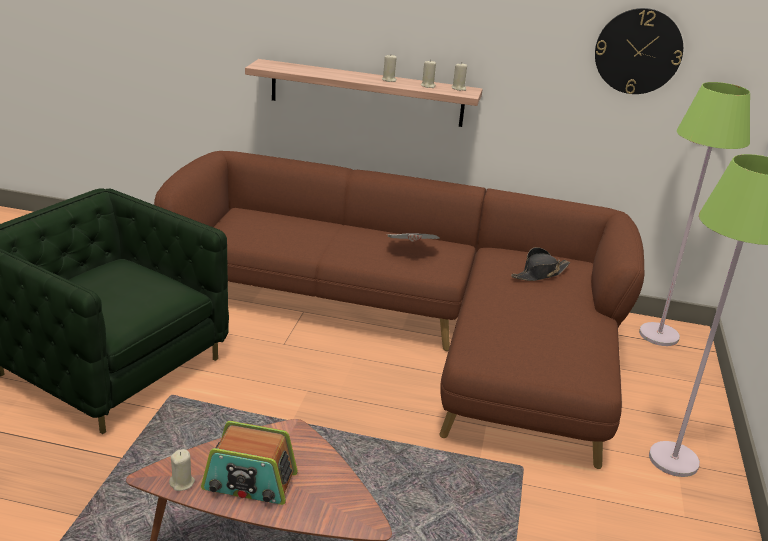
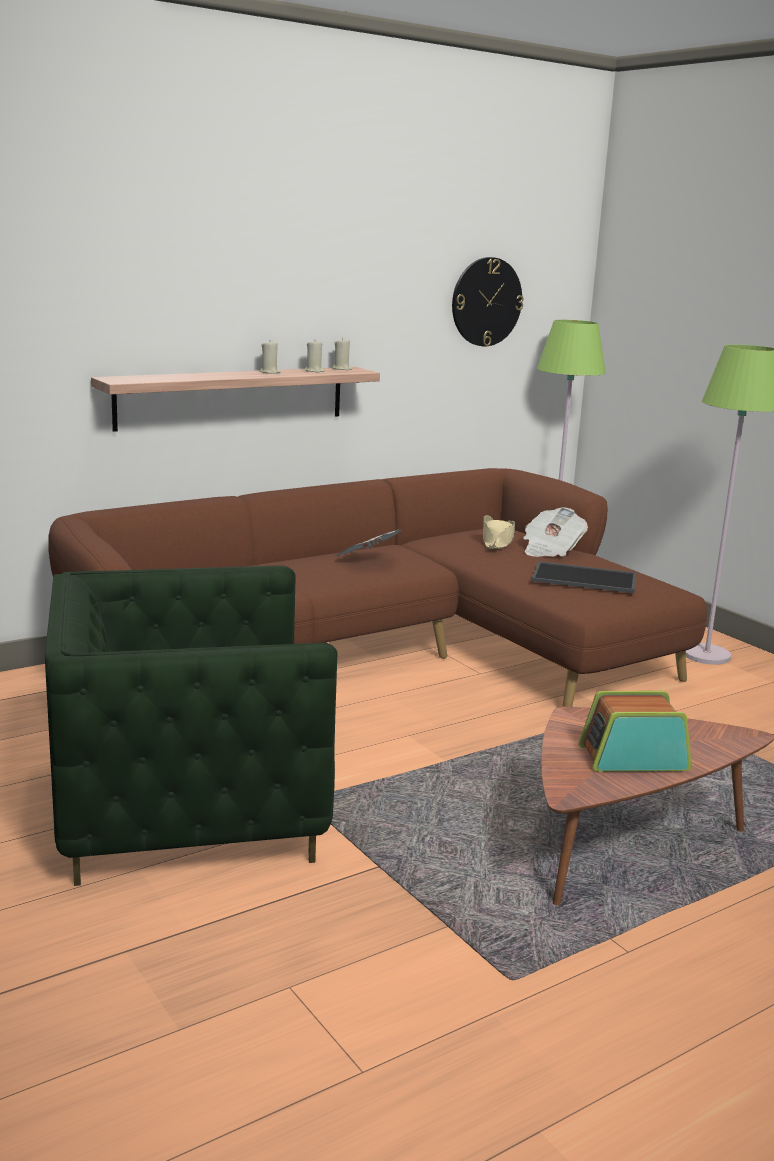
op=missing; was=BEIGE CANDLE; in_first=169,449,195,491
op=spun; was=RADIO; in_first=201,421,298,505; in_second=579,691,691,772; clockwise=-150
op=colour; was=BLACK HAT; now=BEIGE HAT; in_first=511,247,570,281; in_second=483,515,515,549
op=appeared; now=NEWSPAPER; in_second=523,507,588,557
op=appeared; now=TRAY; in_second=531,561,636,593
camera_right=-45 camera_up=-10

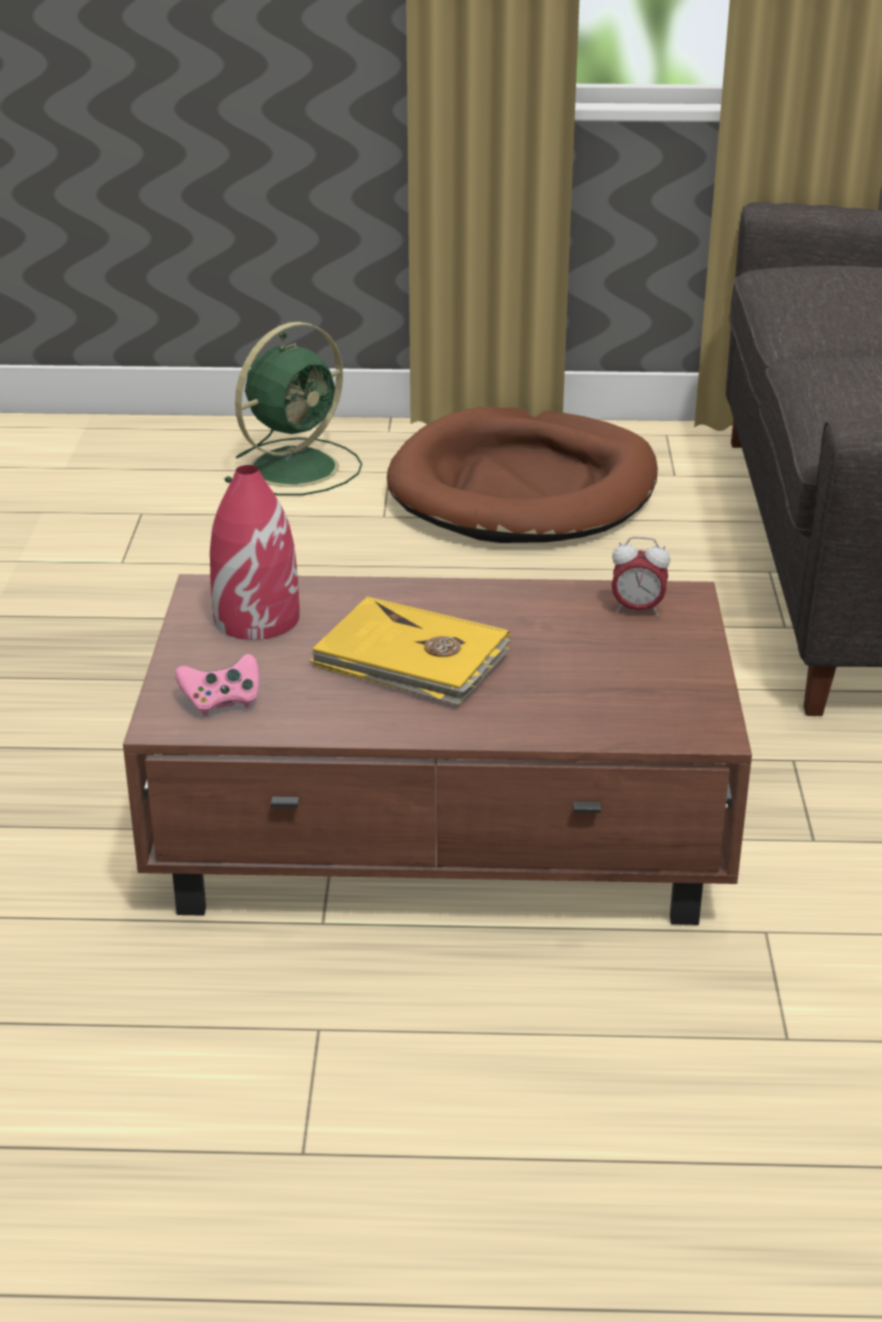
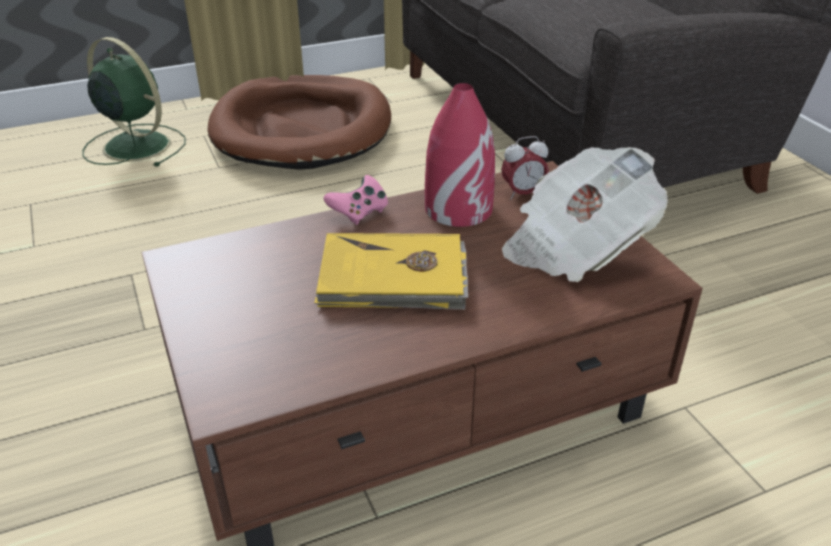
op=relocated; was=PINK GAME CONTROLLER; in_first=175,654,259,716; in_second=323,175,388,225
op=relocated; was=RED VASE; in_first=210,465,299,640; in_second=425,83,495,227
op=spun; was=GREEN FAN; in_first=223,322,362,496; in_second=82,37,186,167; clockwise=-75
op=appeared; now=NEWSPAPER; in_second=502,147,668,282
camera_right=-25 camera_up=5

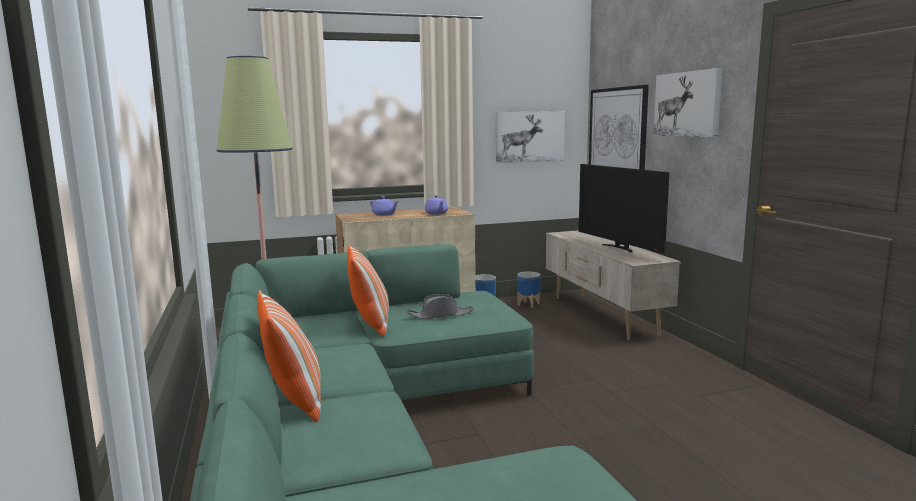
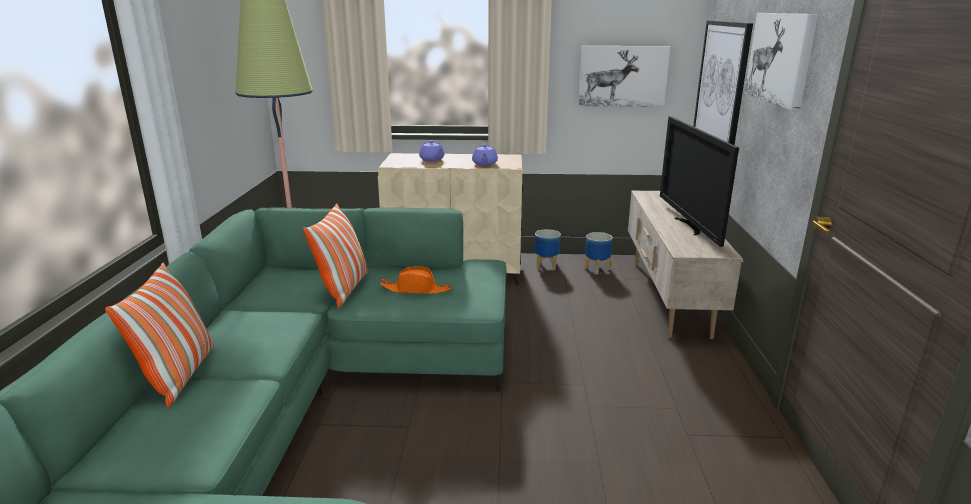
op=colour; was=GREY HAT; now=ORANGE HAT; in_first=407,294,473,319; in_second=380,266,452,294
camera_right=20 camera_up=10

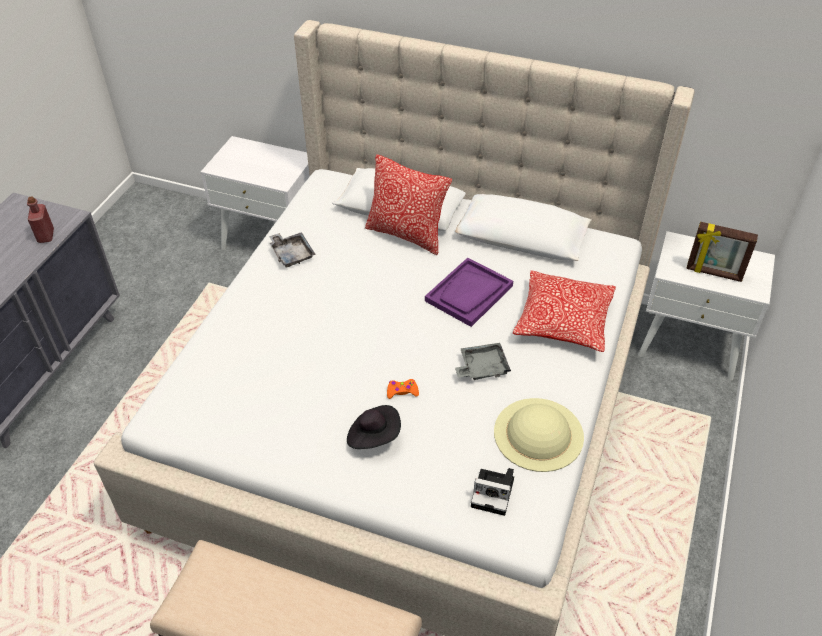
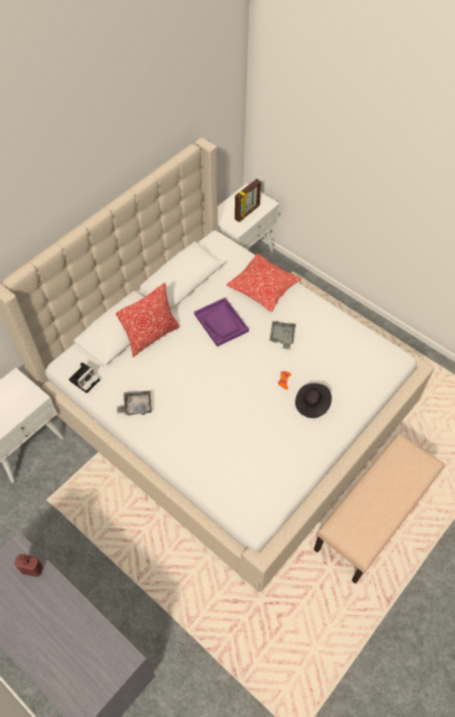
op=relocated; was=PHOTO CAMERA; in_first=471,468,514,516; in_second=69,362,100,393
op=missing; was=BEIGE HAT; in_first=494,398,584,472
camera_right=-70 camera_up=10

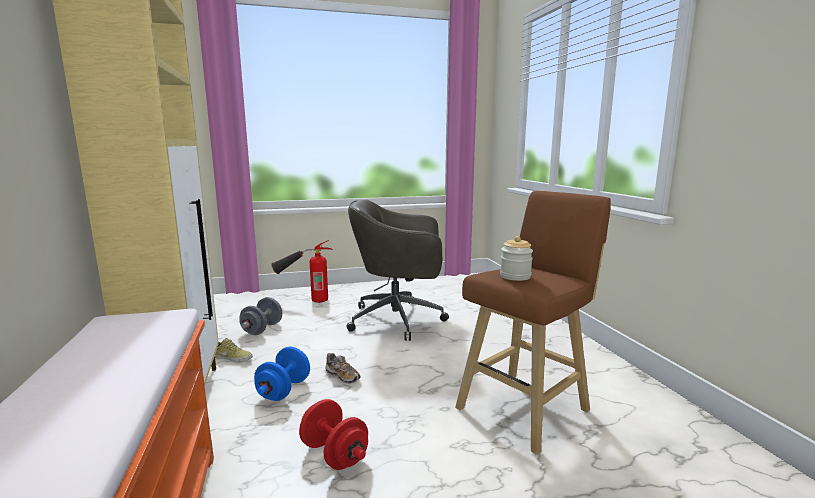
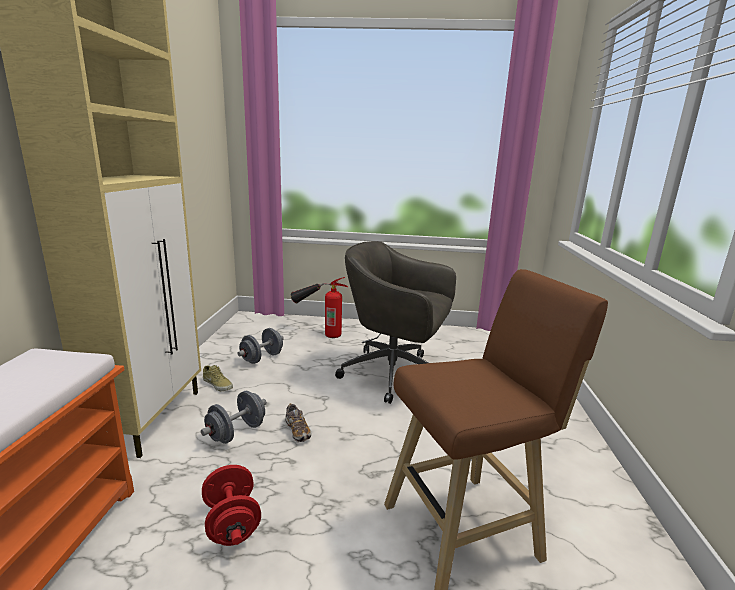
op=colour; was=BLUE DUMBBELL; now=GREY DUMBBELL; in_first=254,347,310,401; in_second=201,391,267,444
op=missing; was=JAR; in_first=500,236,533,281
camera_right=20 camera_up=5

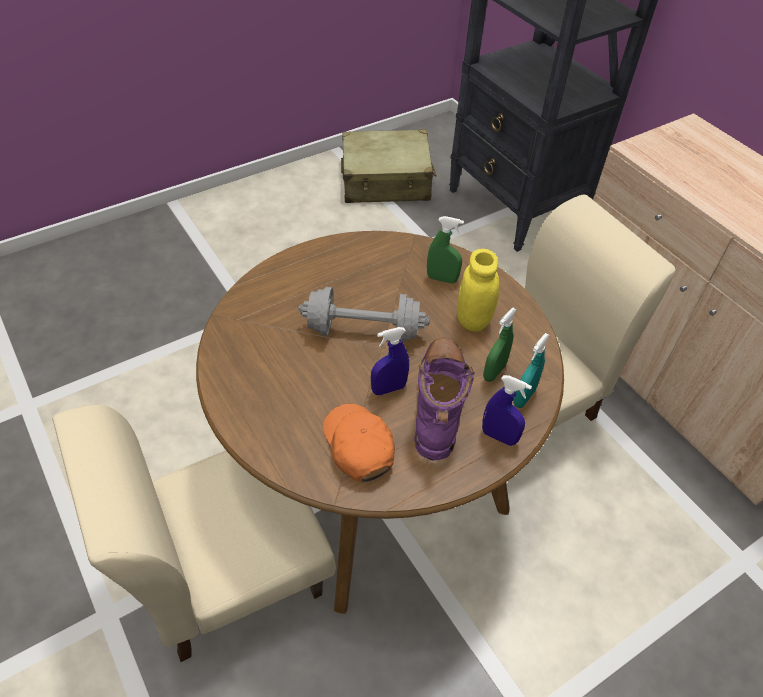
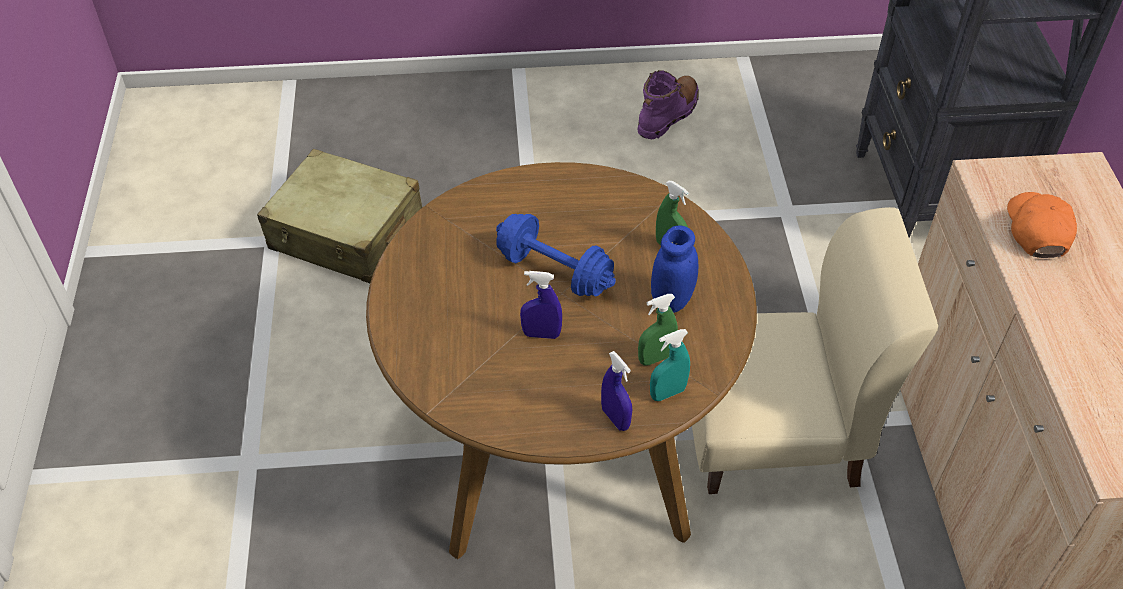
op=missing; was=BEIGE CHAIR; in_first=52,405,336,662
op=colour; was=GREY DUMBBELL; now=BLUE DUMBBELL; in_first=298,287,430,341; in_second=496,214,616,297
op=relocated; was=ORANGE CAP; in_first=323,404,395,482; in_second=1007,192,1077,258
op=relocated; was=BEIGE SUITCASE; in_first=341,129,437,203; in_second=257,149,423,283
op=relocated; was=PURPLE BOOT; in_first=414,337,475,460; in_second=638,70,699,139
op=colour; was=YELLOW JAR; now=BLUE JAR; in_first=457,249,500,332; in_second=651,225,699,313
camera_right=30 camera_up=0

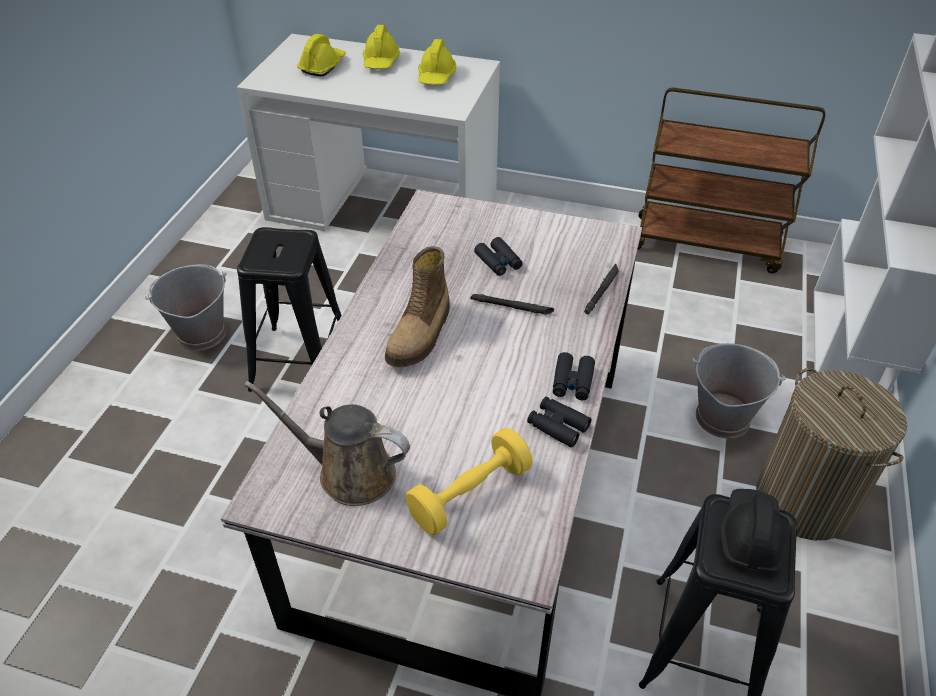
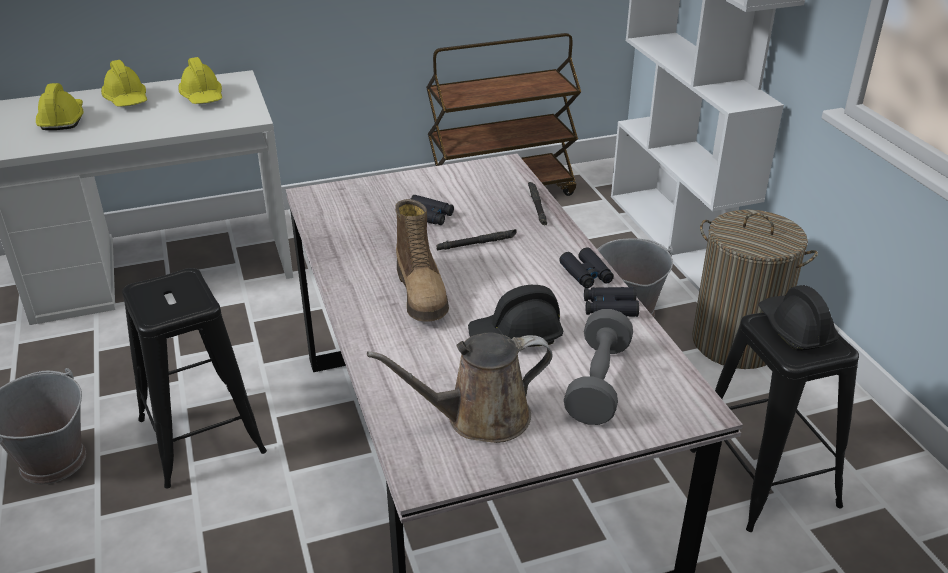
op=colour; was=YELLOW DUMBBELL; now=GREY DUMBBELL; in_first=406,428,532,535; in_second=564,309,633,425
op=appeared; now=BLACK HARD HAT; in_second=468,285,563,347
camera_right=-35 camera_up=-10

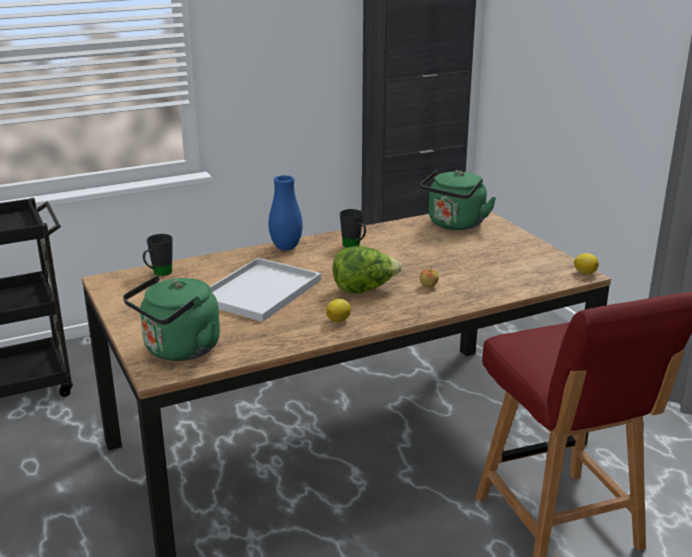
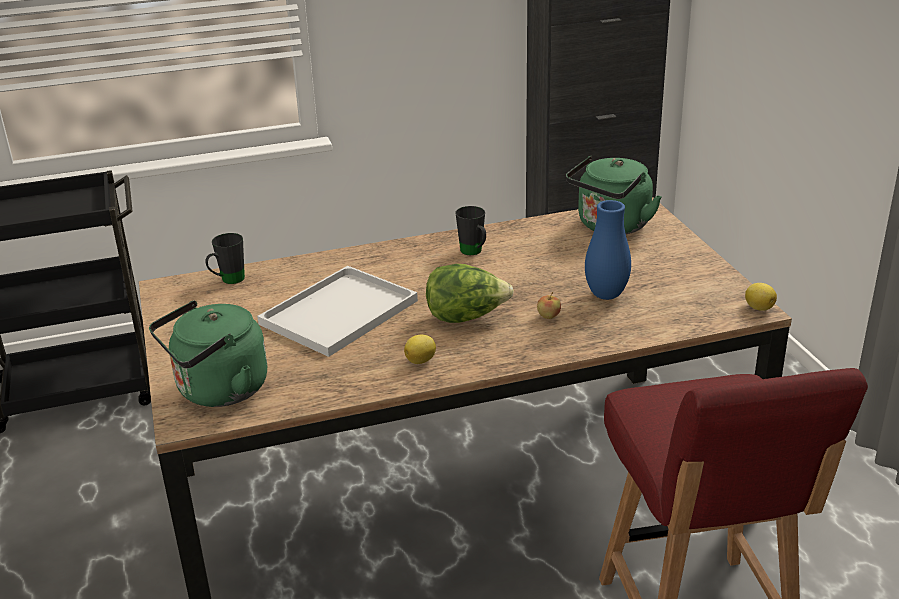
op=relocated; was=BLUE VASE; in_first=268,175,303,251; in_second=585,200,631,300
camera_right=10 camera_up=5

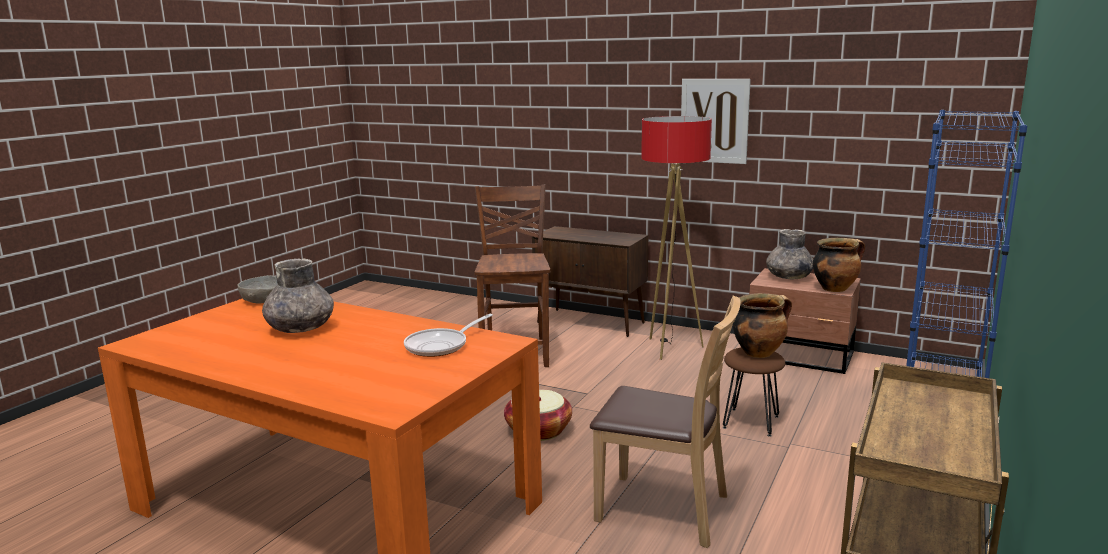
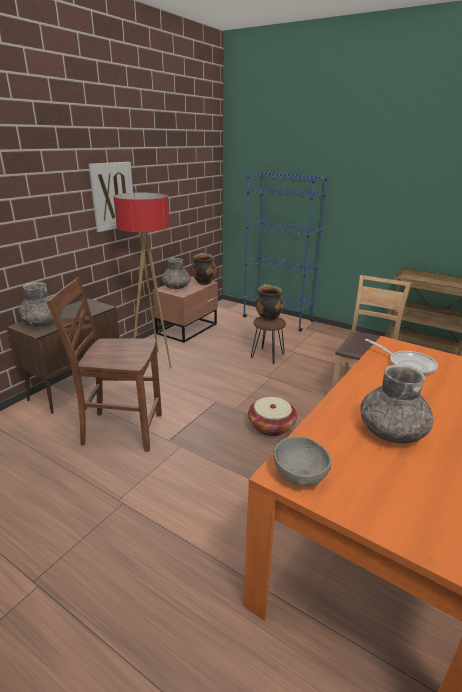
op=appeared; now=GREY VASE; in_second=18,282,62,327
camera_right=-85 camera_up=10

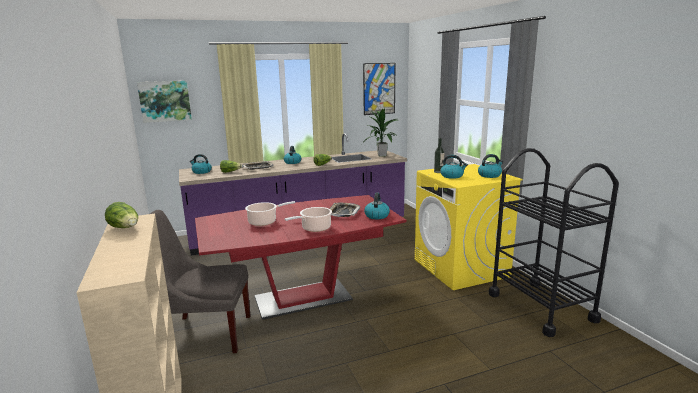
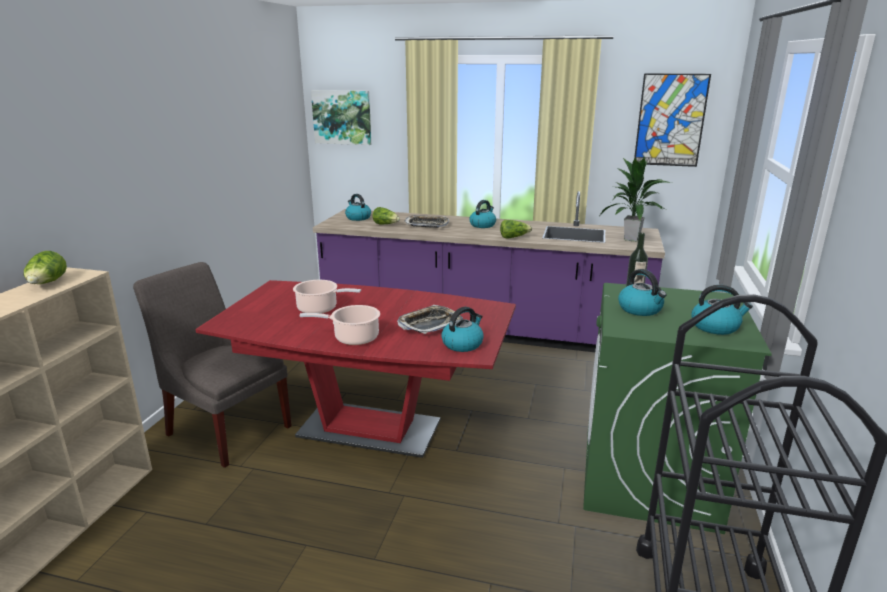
op=colour; was=YELLOW WASHING MACHINE; now=GREEN WASHING MACHINE; in_first=415,164,523,290; in_second=583,283,772,534
camera_right=35 camera_up=5

